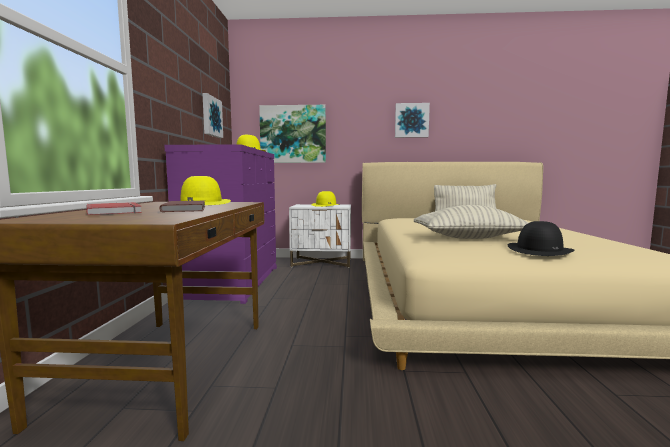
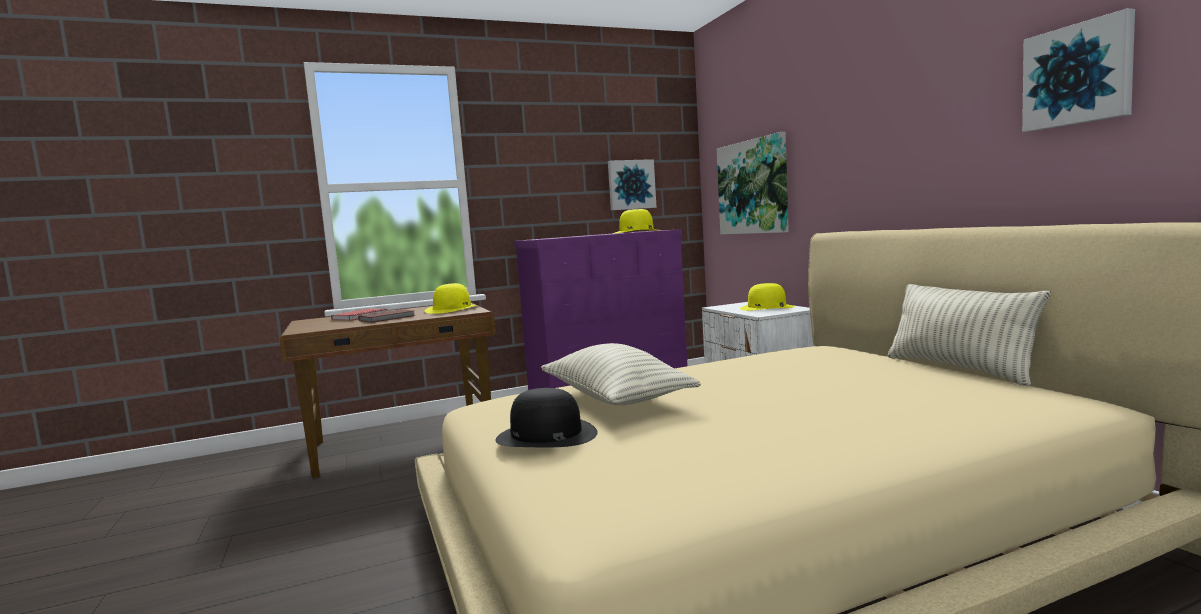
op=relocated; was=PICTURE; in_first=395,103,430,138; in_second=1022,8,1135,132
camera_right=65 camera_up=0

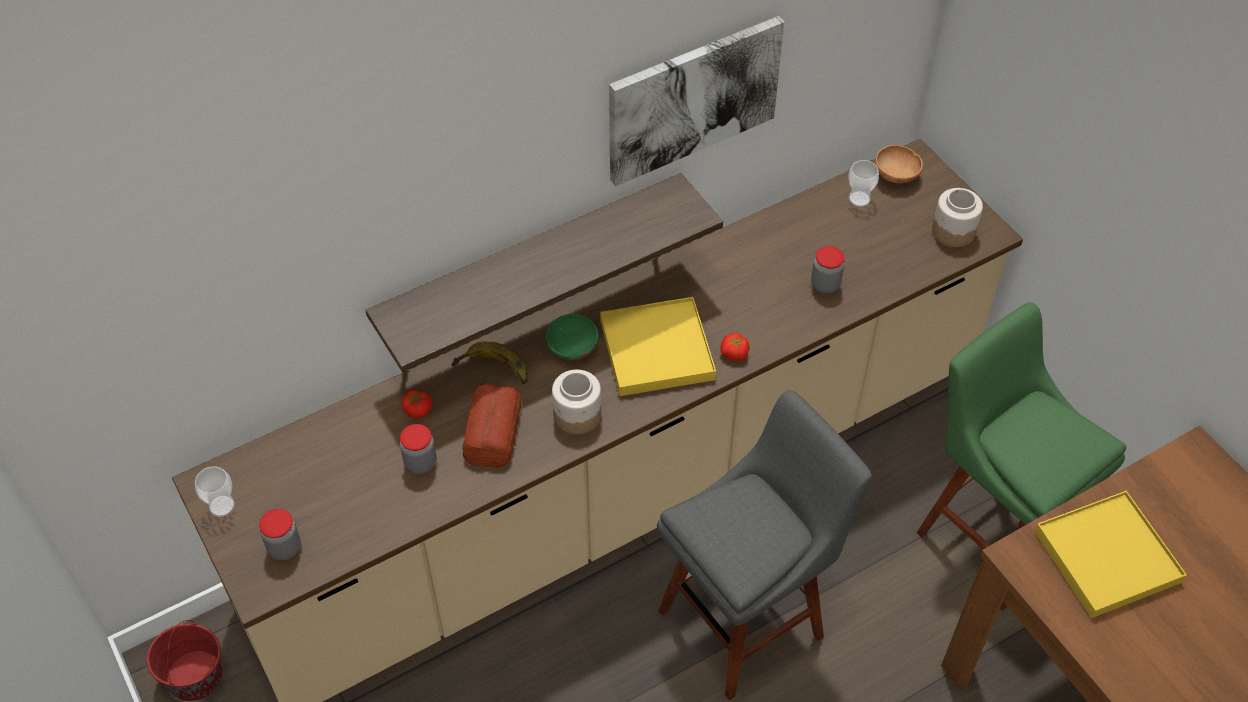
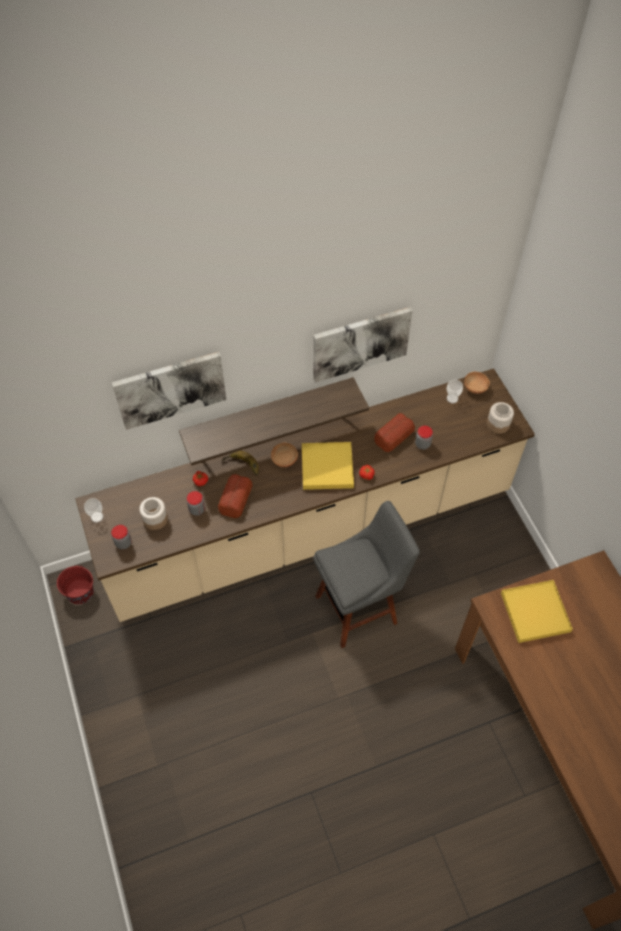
op=colour; was=GREEN BOWL; now=BROWN BOWL; in_first=546,314,599,360; in_second=271,443,298,467
op=relocated; was=JAR; in_first=552,370,601,434; in_second=139,497,168,530
op=missing; was=GREEN STOOL; in_first=917,302,1126,611
op=appeared; now=PICTURE; in_second=112,352,226,430
op=appeared; now=BREAD; in_second=374,413,415,452
camera_right=10 camera_up=5

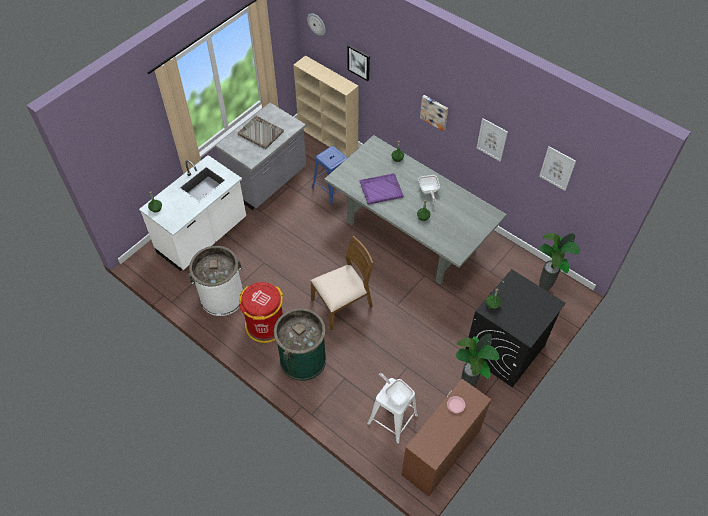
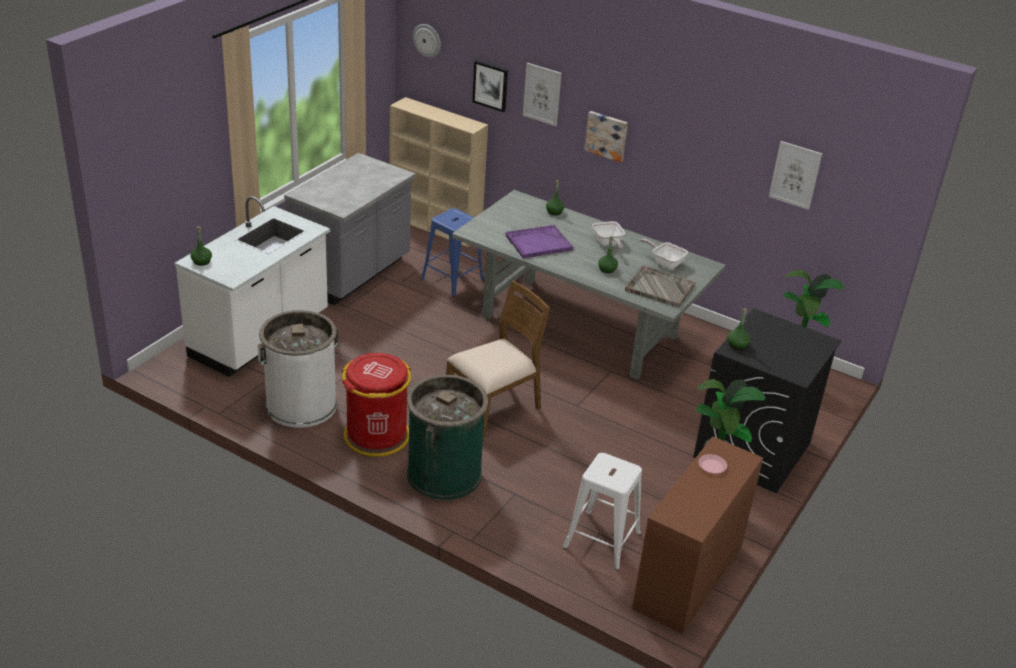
op=relocated; was=GREY TRAY; in_first=238,116,284,149; in_second=625,265,695,307
op=relocated; was=FRYING PAN; in_first=379,373,413,405; in_second=640,238,688,269
op=relocated; was=PICTURE; in_first=477,118,508,162; in_second=523,63,562,126
camera_right=-10 camera_up=-20

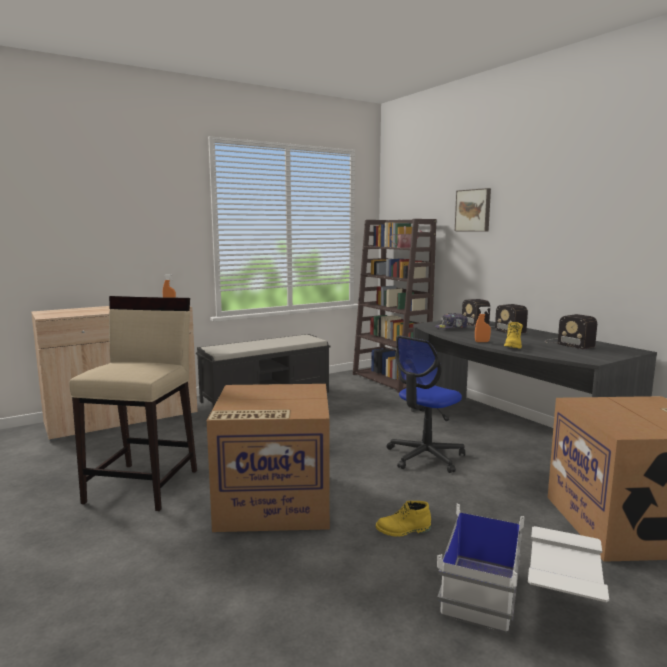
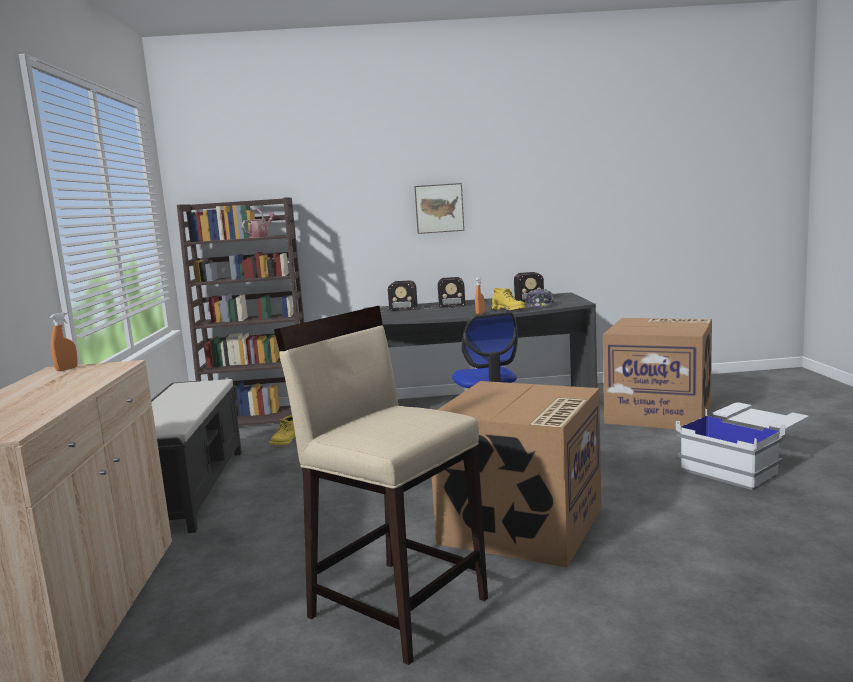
op=relocated; was=YELLOW BOOT; in_first=376,501,431,537; in_second=270,415,296,445
op=relocated; was=CAP; in_first=435,313,468,329; in_second=525,289,554,308
op=relocated; was=PICTURE; in_first=455,188,491,232; in_second=414,183,464,234
camera_right=-60 camera_up=0

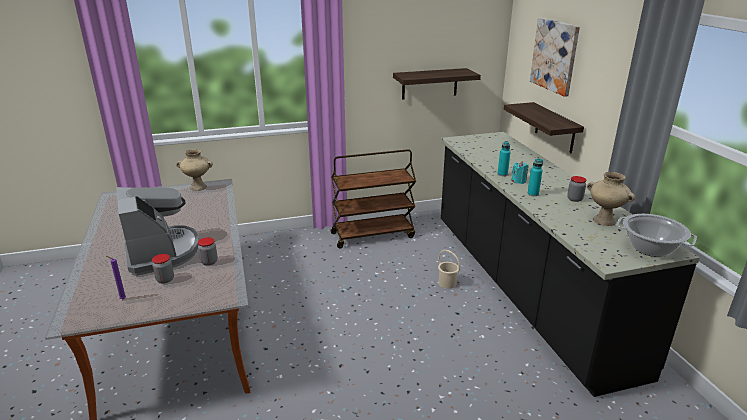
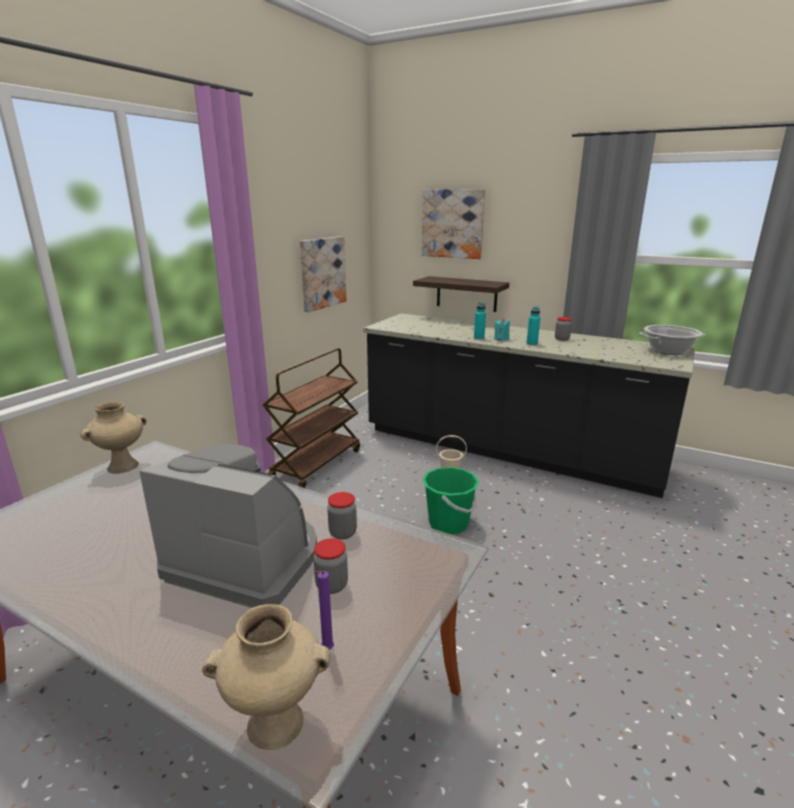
op=exchanged; was=SHELF; now=PICTURE; in_first=393,68,481,100; in_second=300,236,347,312
op=relocated; was=BEIGE VASE; in_first=587,172,635,226; in_second=202,604,330,750
op=appeared; now=GREEN BUCKET; in_second=422,467,479,534
camera_right=-45 camera_up=-5

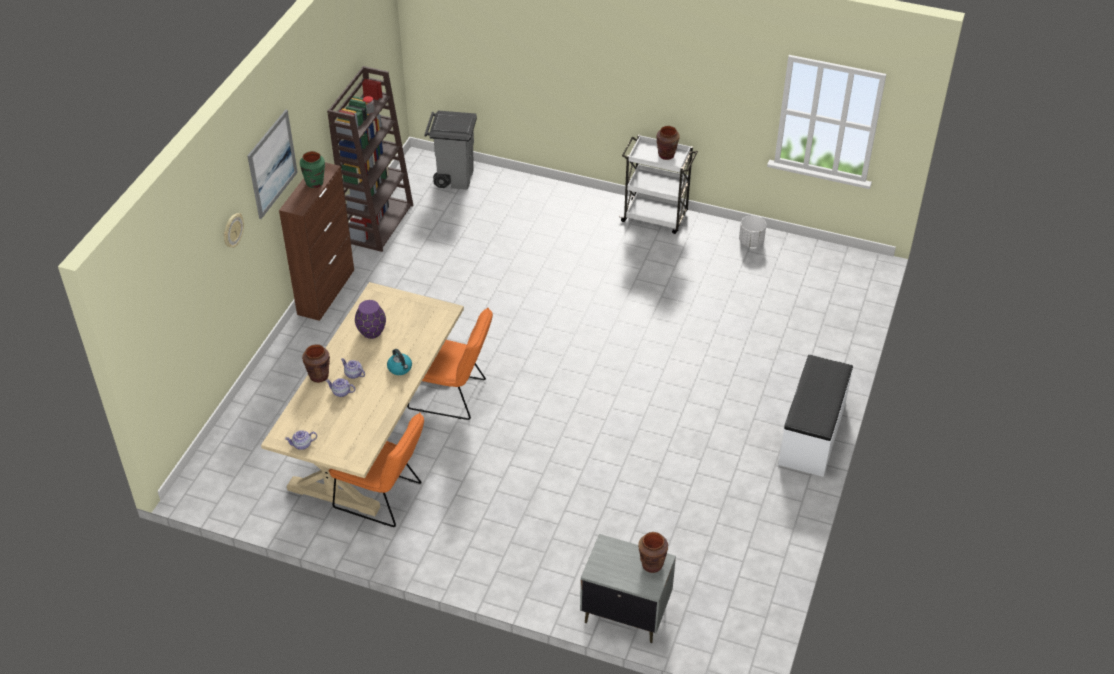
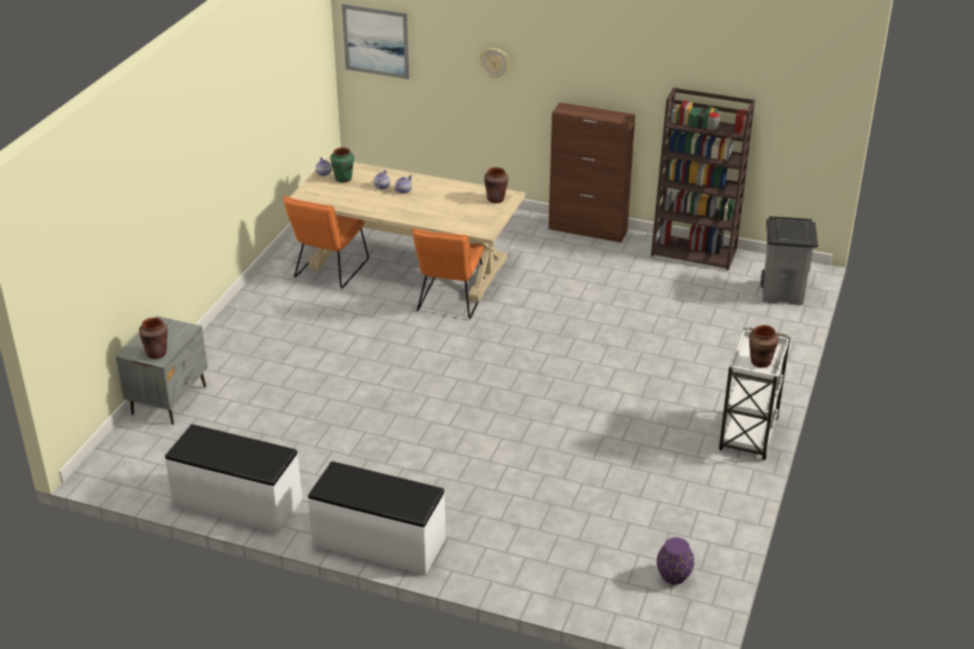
op=relocated; was=PICTURE; in_first=247,110,298,219; in_second=342,4,410,79
op=relocated; was=GREEN VASE; in_first=300,151,325,188; in_second=330,147,354,183
op=relocated; was=BROWN VASE; in_first=302,344,330,383; in_second=484,167,508,203
op=relocated; was=PURPLE VASE; in_first=355,300,386,339; in_second=657,537,694,585
op=missing; was=KETTLE; in_first=387,349,412,375
op=missing; was=WHITE PLANTER; in_first=739,215,766,247
op=appeared; now=WHITE BENCH; in_second=165,424,302,533
camera_right=90 camera_up=-10

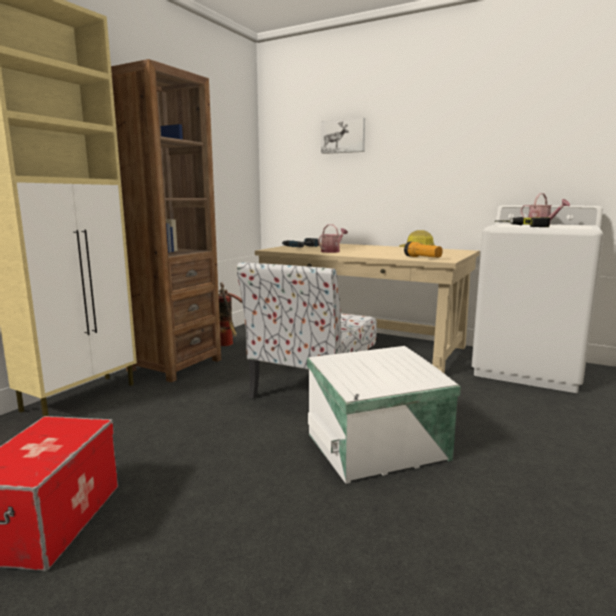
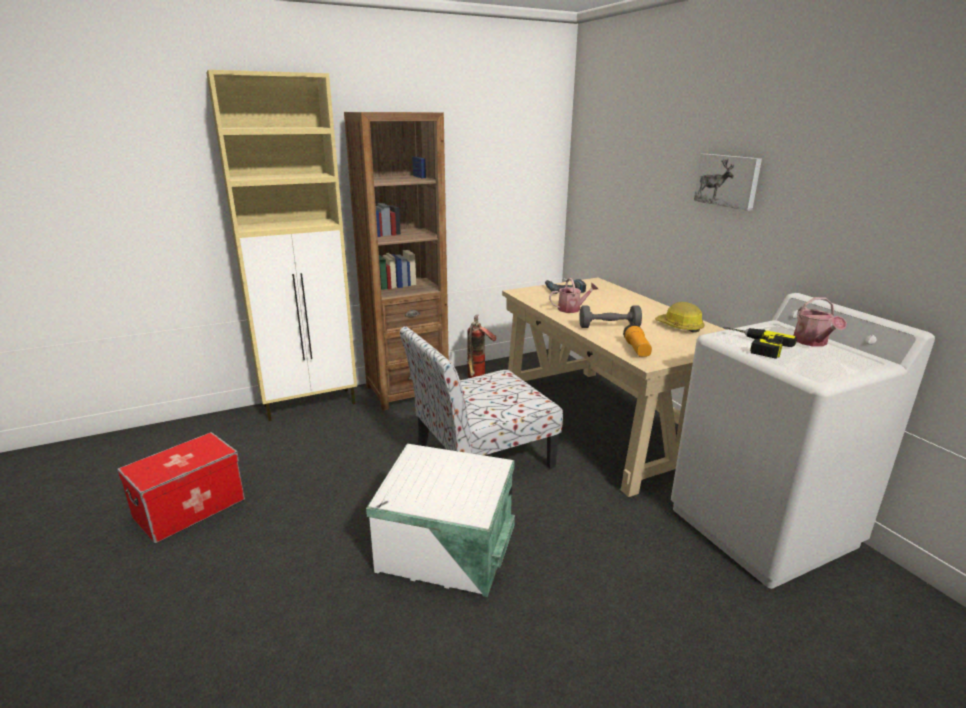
op=relocated; was=PICTURE; in_first=321,118,365,154; in_second=694,154,762,211
op=appeared; now=GREY DUMBBELL; in_second=579,305,642,328
camera_right=35 camera_up=10

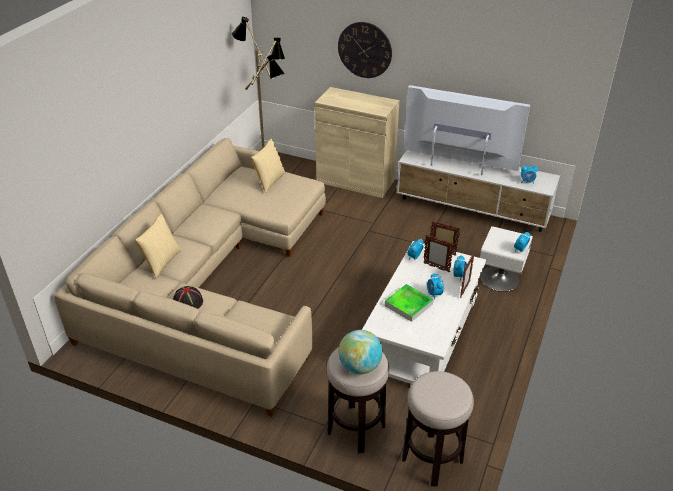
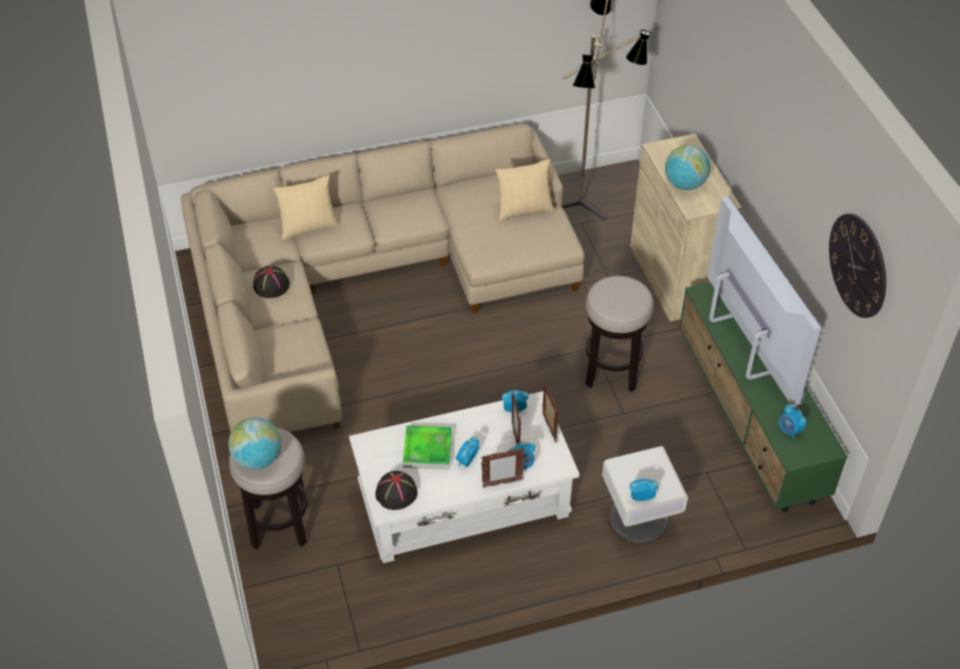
op=relocated; was=WALL CLOCK; in_first=338,22,392,78; in_second=829,213,886,318
op=colour; was=WHITE TV STAND; now=GREEN TV STAND; in_first=397,150,560,232; in_second=679,282,848,512
op=relocated; was=STOOL; in_first=402,371,474,487; in_second=586,276,654,392
op=appeared; now=BLACK HAT; in_second=375,471,417,510
op=appeared; now=GLOBE; in_second=665,145,710,190
camera_right=50 camera_up=10

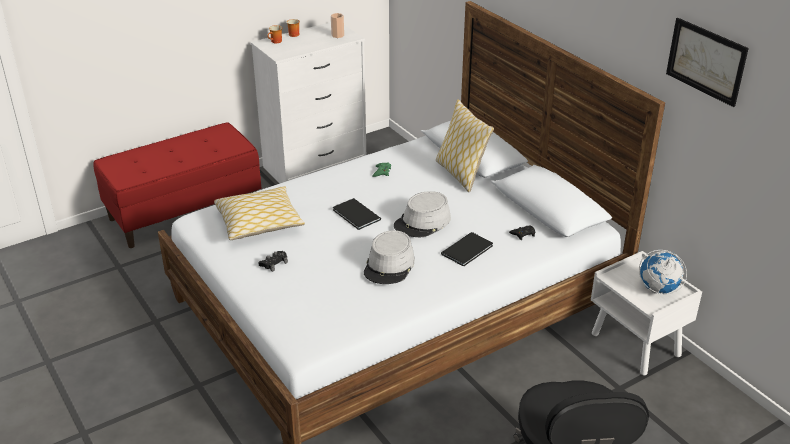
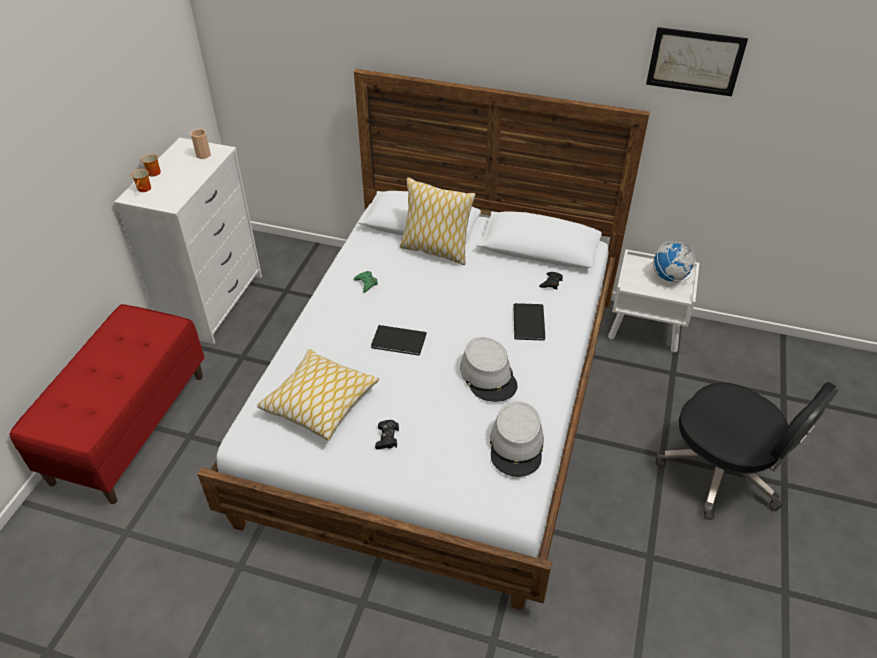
op=relocated; was=GREY HAT; in_first=394,191,451,237; in_second=490,401,544,477
camera_right=-40 camera_up=10

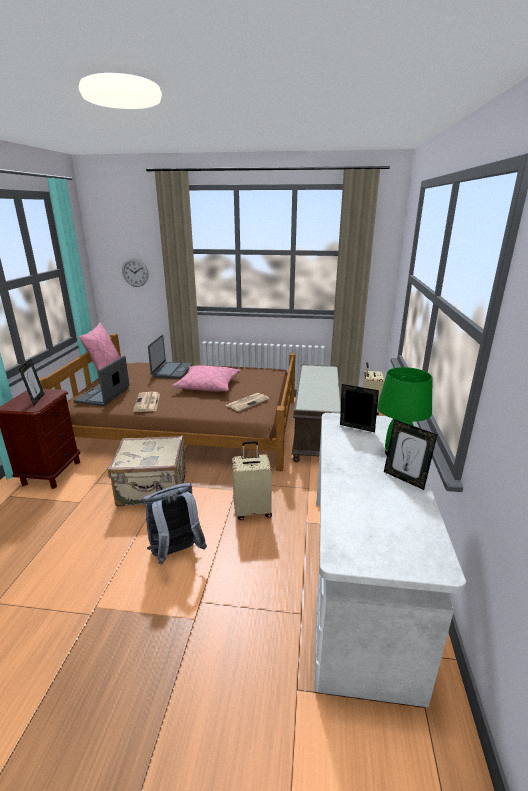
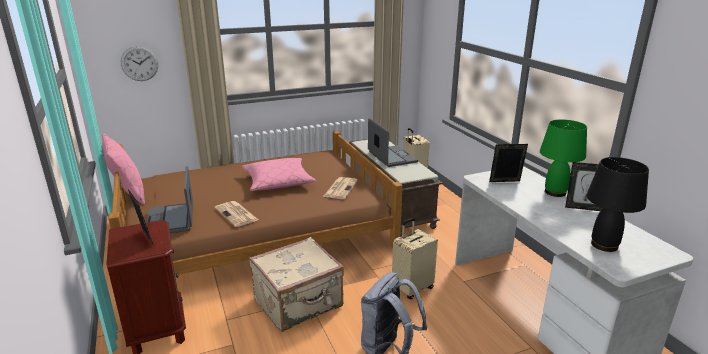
op=relocated; was=LAPTOP; in_first=148,335,193,379; in_second=368,118,418,167
op=appeared; now=BLACK TABLE LAMP; in_second=587,157,649,252
camera_right=-30 camera_up=0

